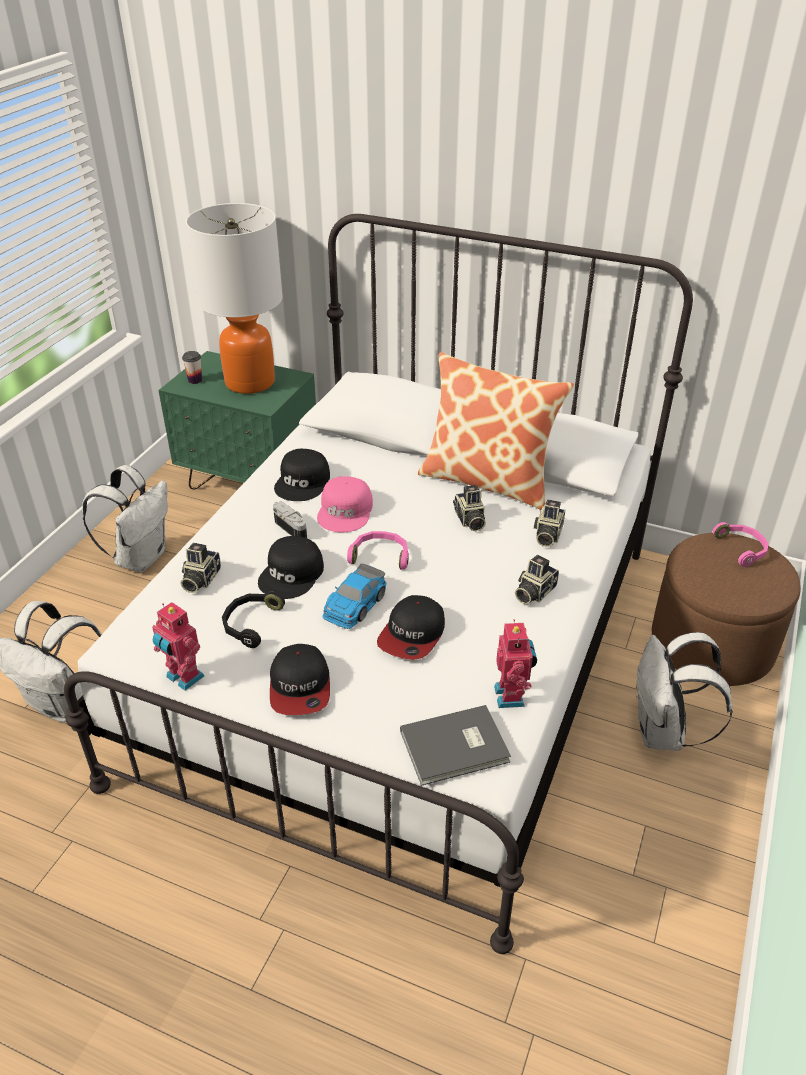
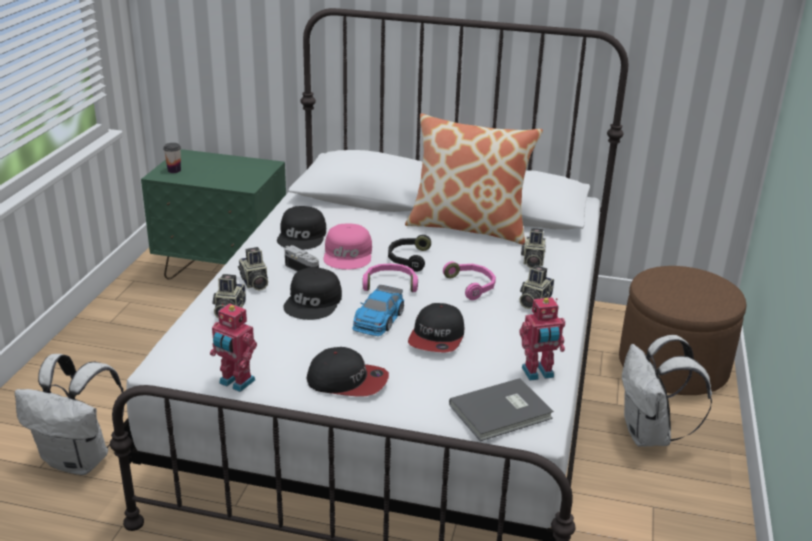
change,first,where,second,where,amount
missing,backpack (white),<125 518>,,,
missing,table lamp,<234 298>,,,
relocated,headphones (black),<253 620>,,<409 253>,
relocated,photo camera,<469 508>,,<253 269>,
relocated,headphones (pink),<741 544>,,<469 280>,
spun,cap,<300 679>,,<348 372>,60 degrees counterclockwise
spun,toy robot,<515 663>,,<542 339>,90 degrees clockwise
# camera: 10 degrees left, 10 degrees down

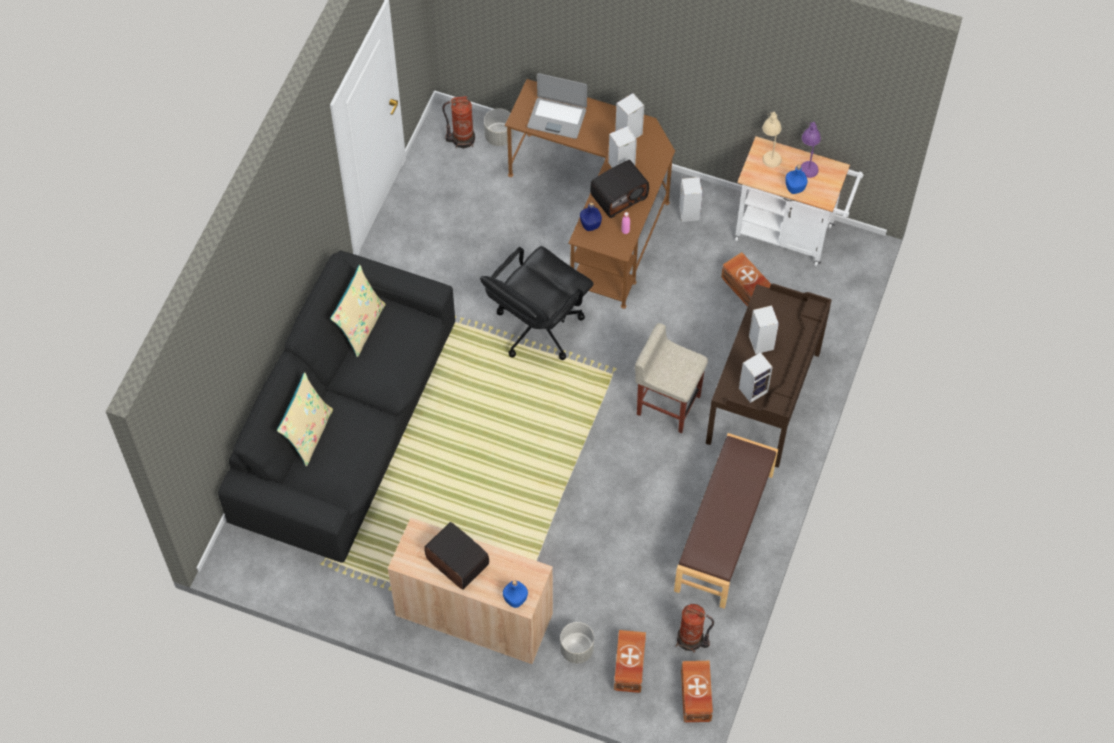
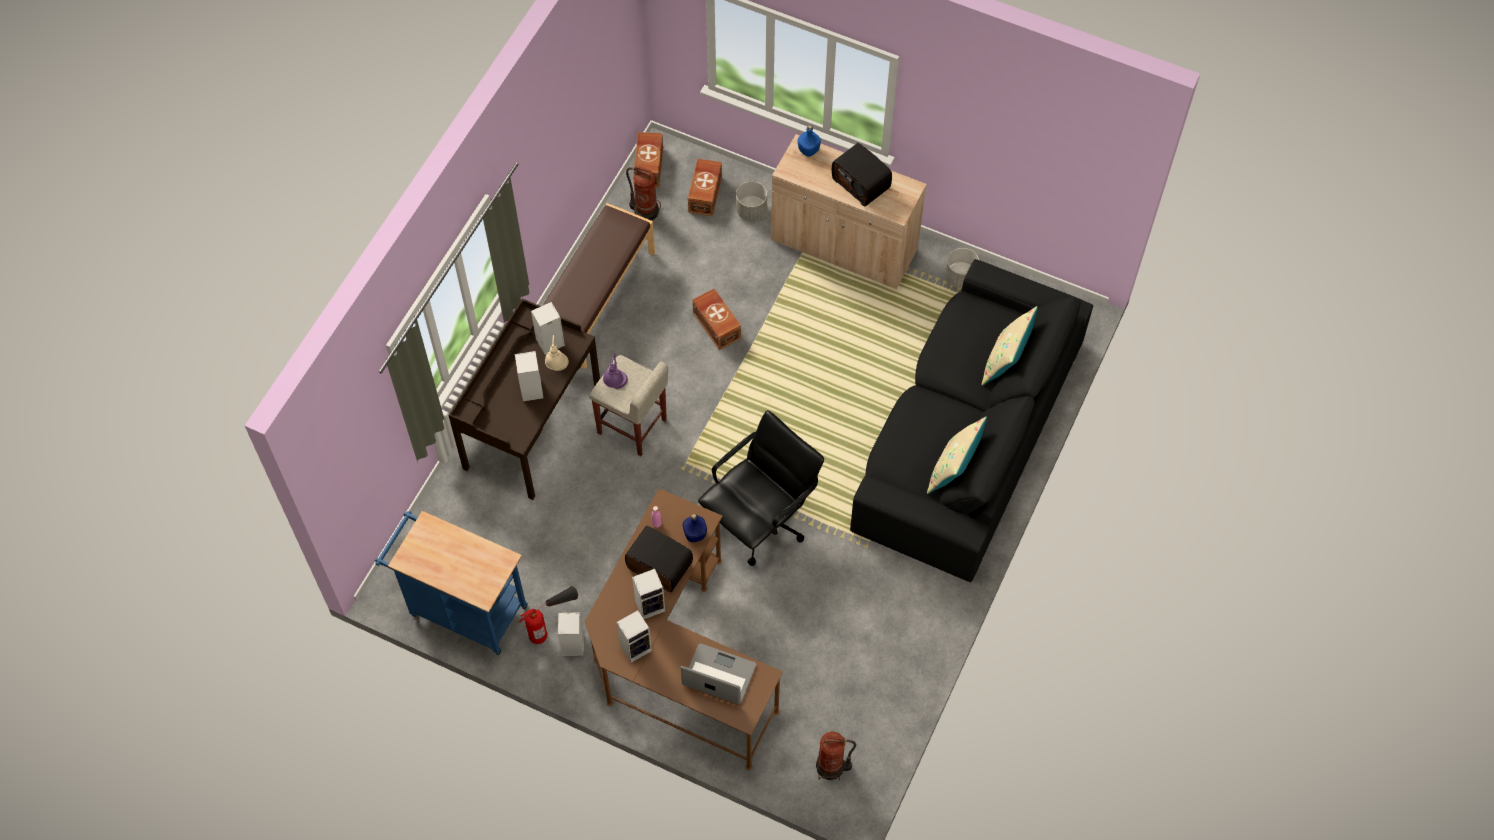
change,first,where,second,where,amount
missing,bottle (blue),<797 179>,,,
appeared,,,fire extinguisher,<548 615>,
relocated,planter (grey),<499 127>,,<962 268>,
relocated,storage box (brown),<746 279>,,<716 319>,
relocated,table lamp (beige),<772 140>,,<557 353>,
relocated,table lamp (purple),<811 150>,,<615 371>,
colour,cart (white),<799 201>,cart (blue),<451 583>,
spun,radio,<619 189>,,<659 559>,60 degrees clockwise
# camera: 175 degrees left, 0 degrees up

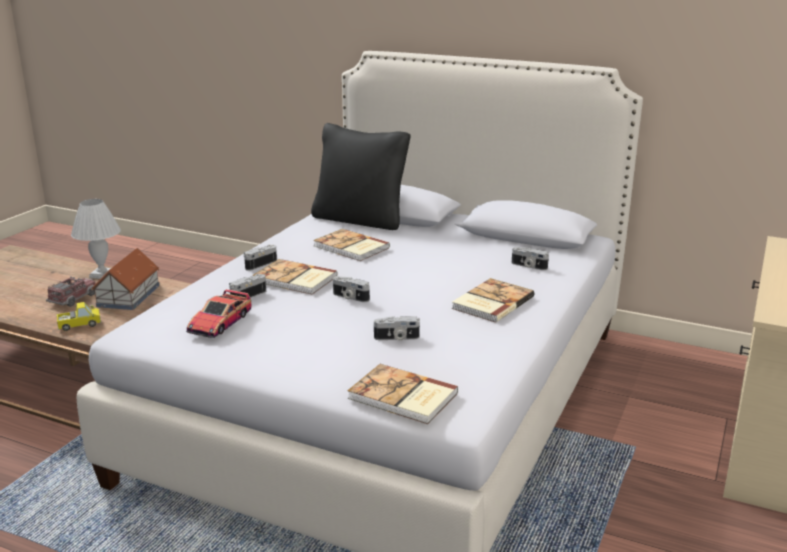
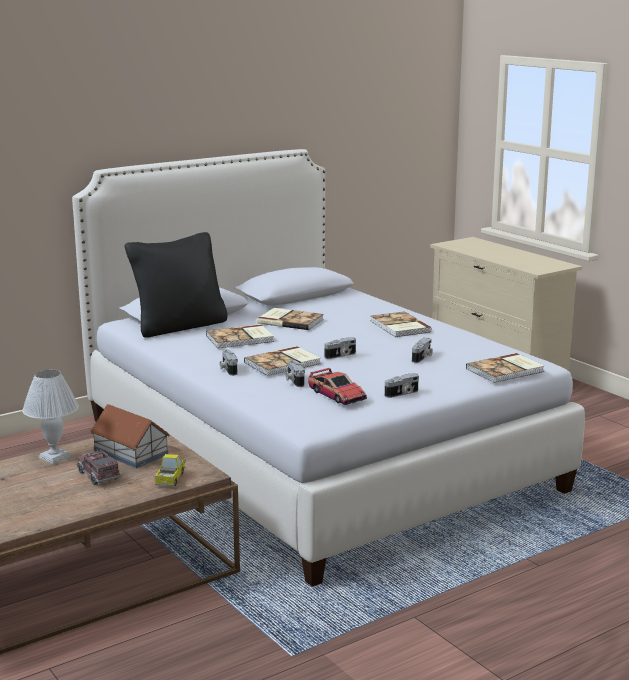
change,first,where,second,where,amount
appeared,,,book,<290 319>,
relocated,photo camera,<530 258>,,<402 385>,
# camera: 60 degrees left, 5 degrees down

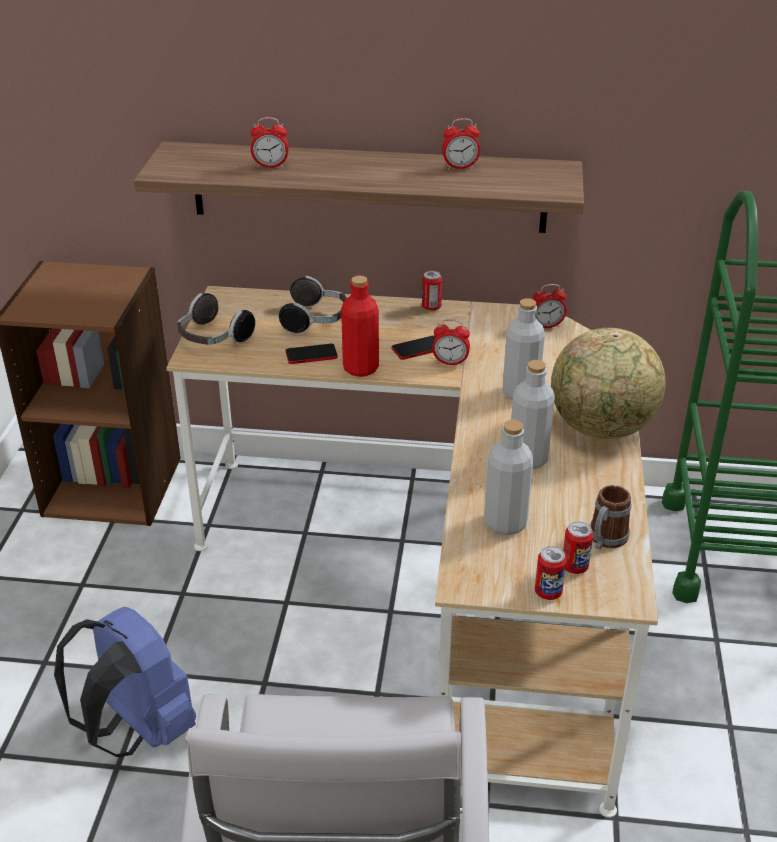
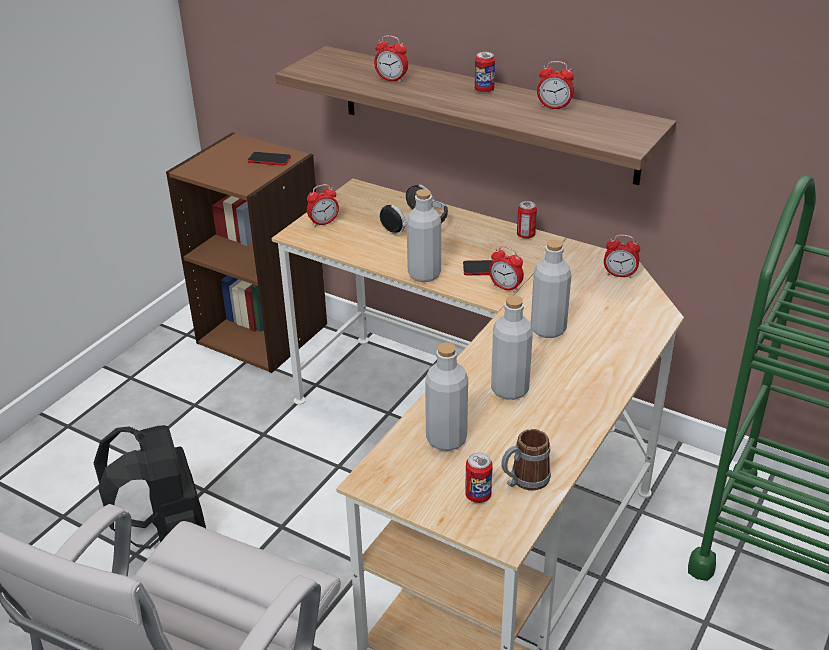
change,first,where,second,where,amount
missing,globe,<608 383>,,,
relocated,phone,<312 354>,,<269 159>,
relocated,can,<551 573>,,<485 72>,
exchanged,headphones,<216 319>,alarm clock,<323 205>,
colour,backpack (blue),<125 682>,backpack (black),<150 487>,
colour,bottle (red),<360 326>,bottle (grey),<423 235>,
# camera: 25 degrees right, 0 degrees up

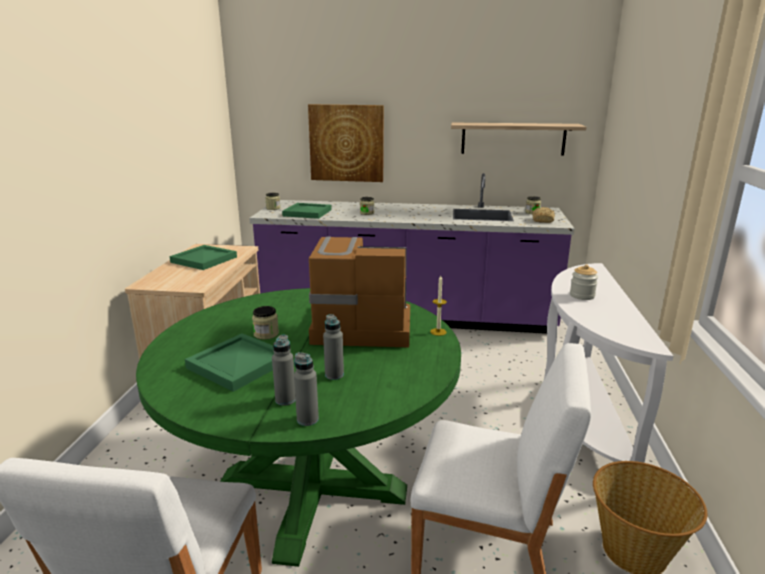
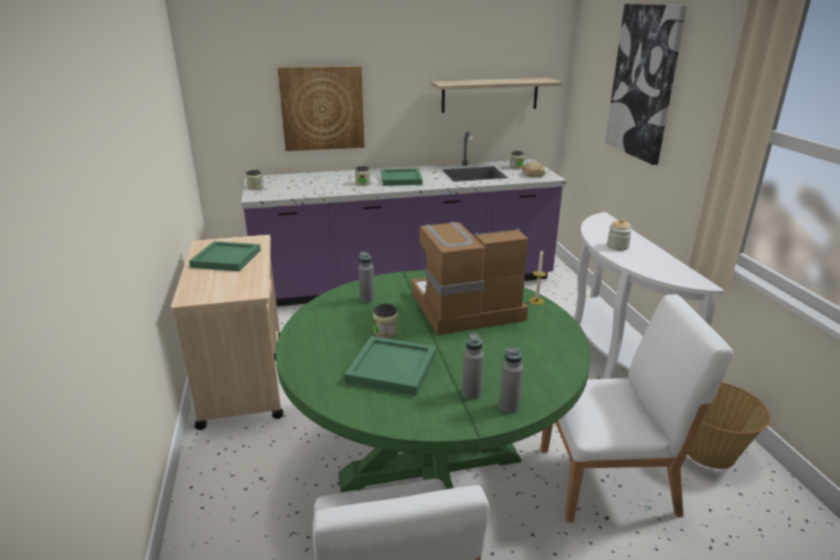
change,first,where,second,where,amount
appeared,,,picture,<646 84>,
relocated,tray (green),<307 211>,,<402 177>,
relocated,bottle (grey),<333 347>,,<366 277>,
# camera: 20 degrees left, 5 degrees up

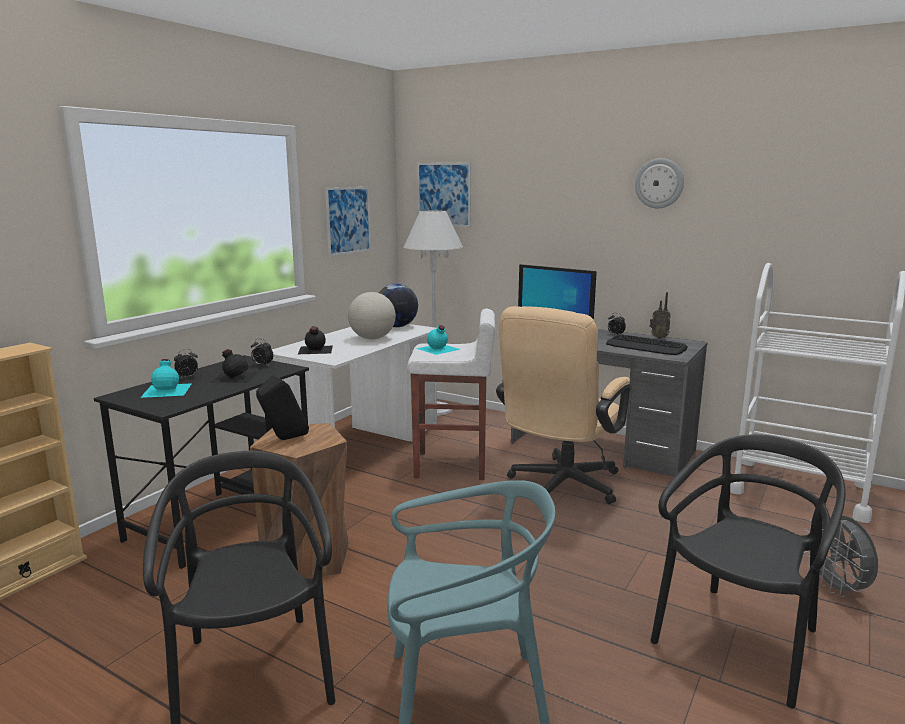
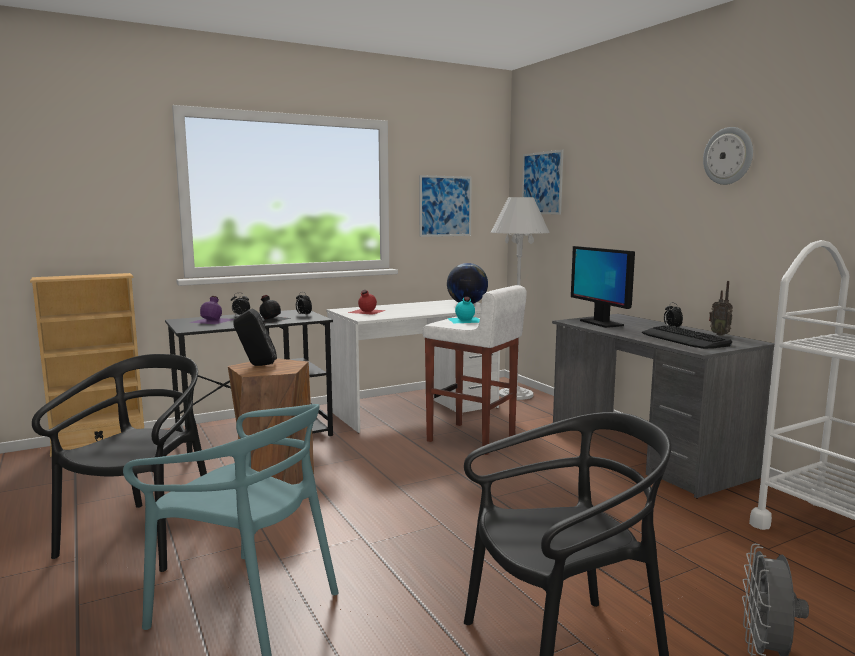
change,first,where,second,where,amount
missing,globe,<372 315>,,,
missing,office chair (beige),<563 405>,,,
colour,bottle (turquoise),<166 378>,bottle (purple),<211 310>,
colour,bottle (black),<315 340>,bottle (red),<367 302>,
# camera: 30 degrees right, 5 degrees down

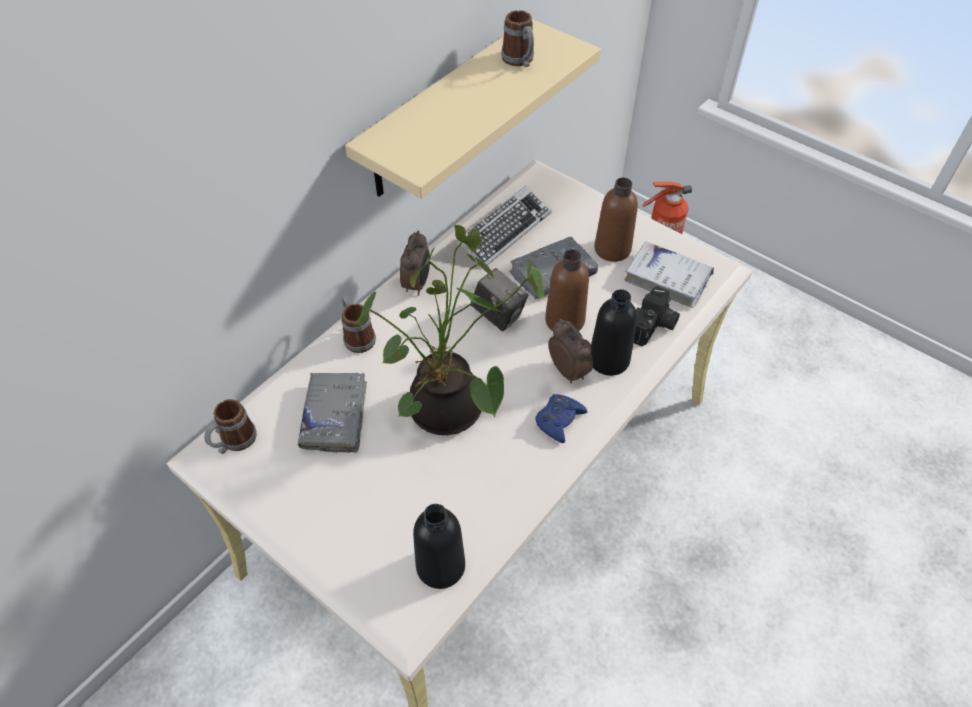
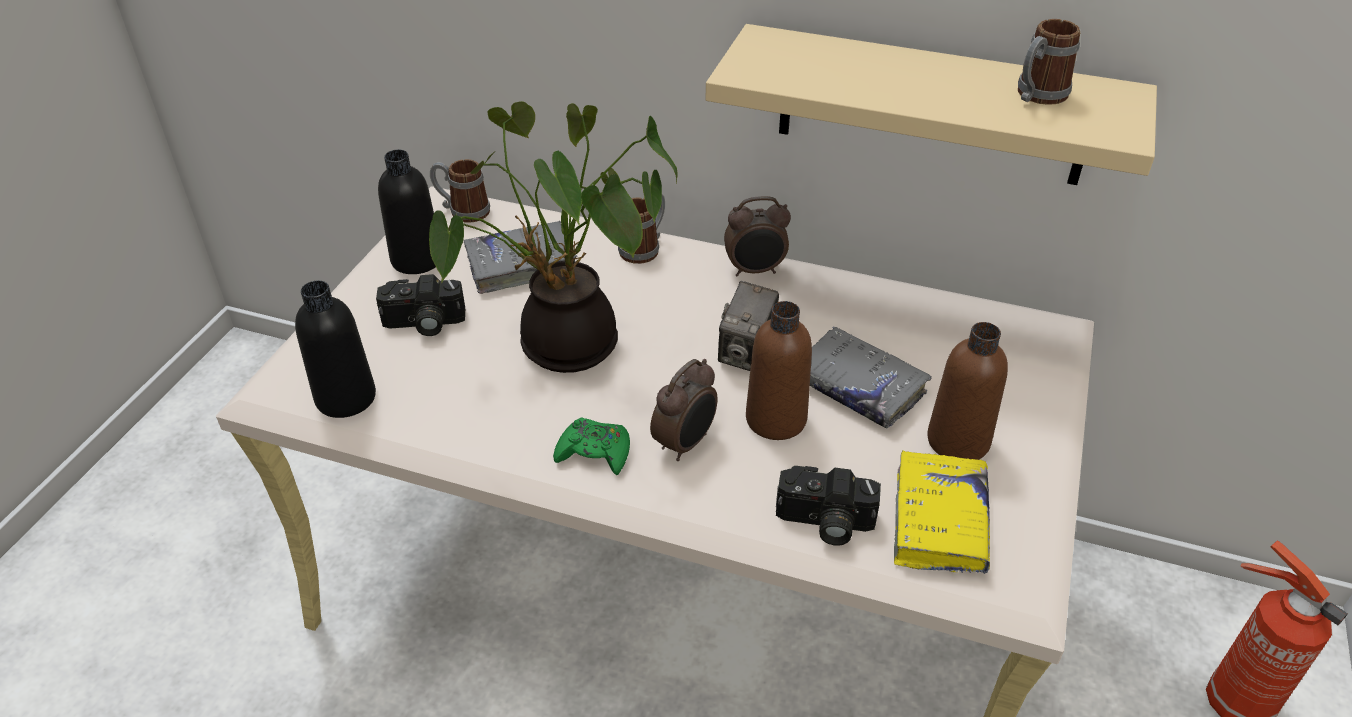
change,first,where,second,where,amount
missing,keyboard,<504 225>,,,
appeared,,,photo camera,<420 305>,
relocated,bottle (black),<614 332>,,<407 212>,
colour,game controller (blue),<561 418>,game controller (green),<591 446>,
colour,book (white),<669 274>,book (yellow),<942 512>,
# camera: 70 degrees right, 10 degrees down

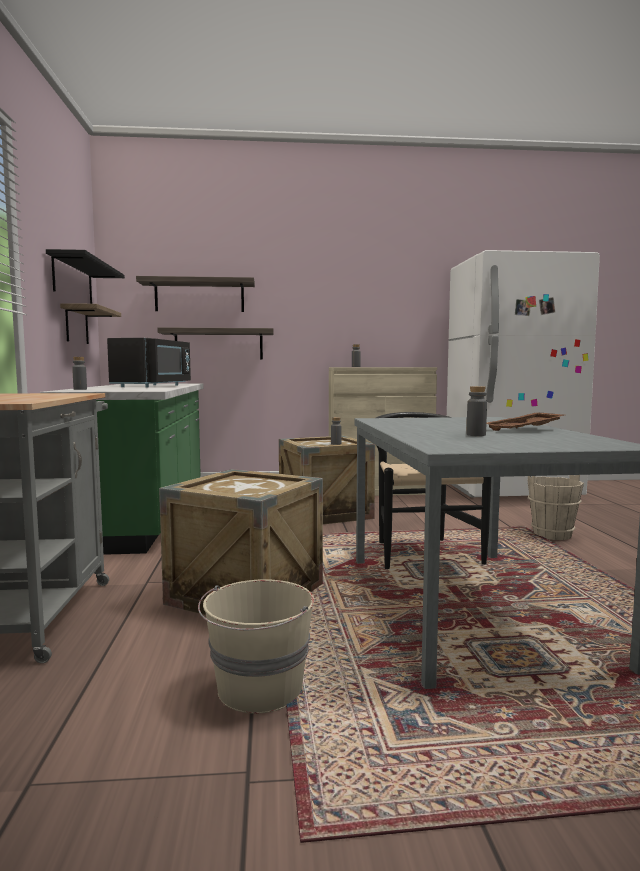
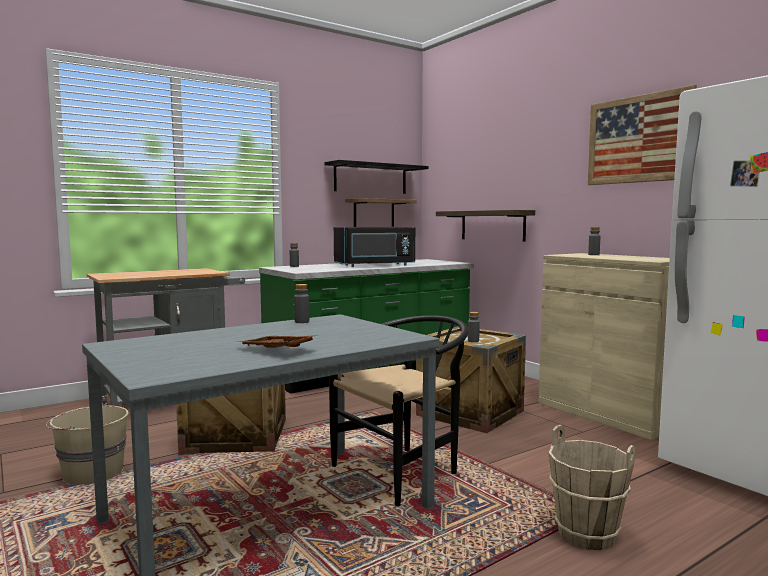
change,first,where,second,where,amount
missing,shelf,<195 294>,,,
appeared,,,picture,<642 135>,
relocated,bottle (grey),<477 411>,,<301 303>,
# camera: 60 degrees right, 0 degrees up

